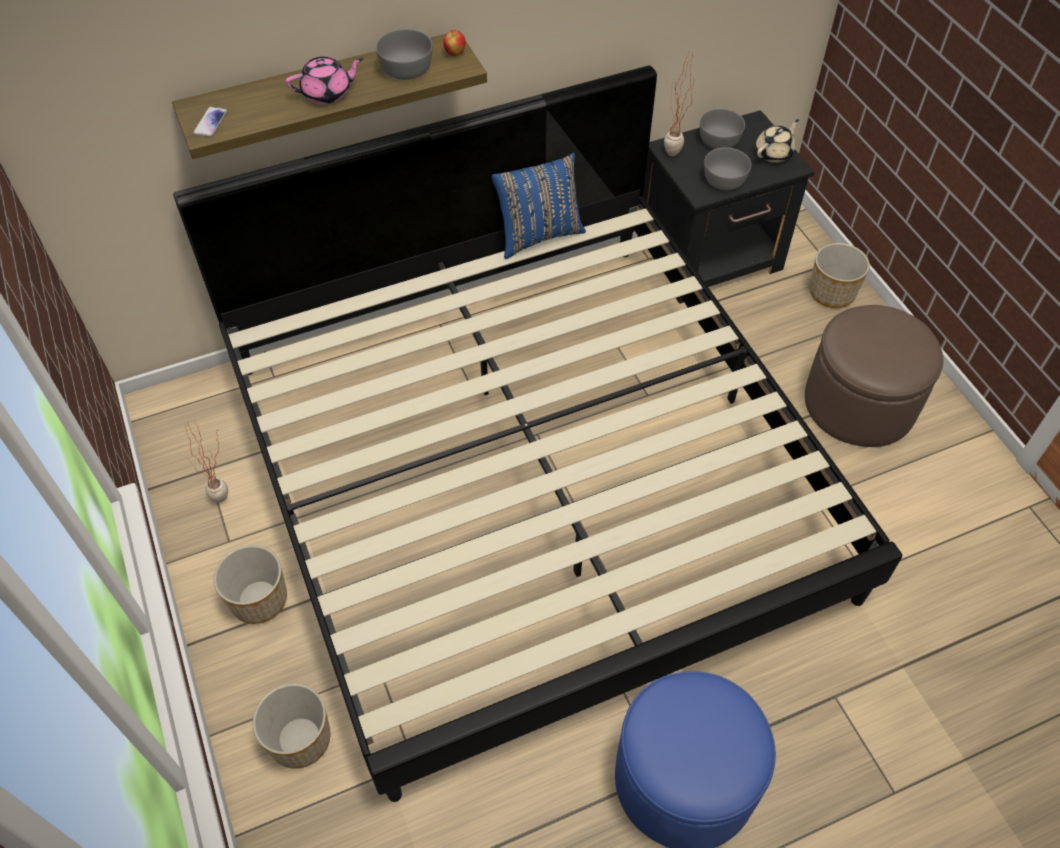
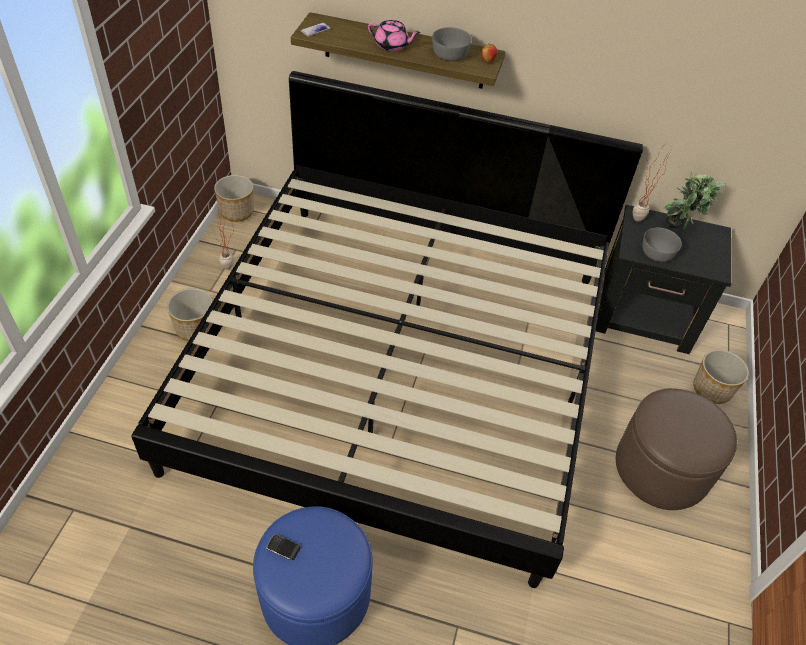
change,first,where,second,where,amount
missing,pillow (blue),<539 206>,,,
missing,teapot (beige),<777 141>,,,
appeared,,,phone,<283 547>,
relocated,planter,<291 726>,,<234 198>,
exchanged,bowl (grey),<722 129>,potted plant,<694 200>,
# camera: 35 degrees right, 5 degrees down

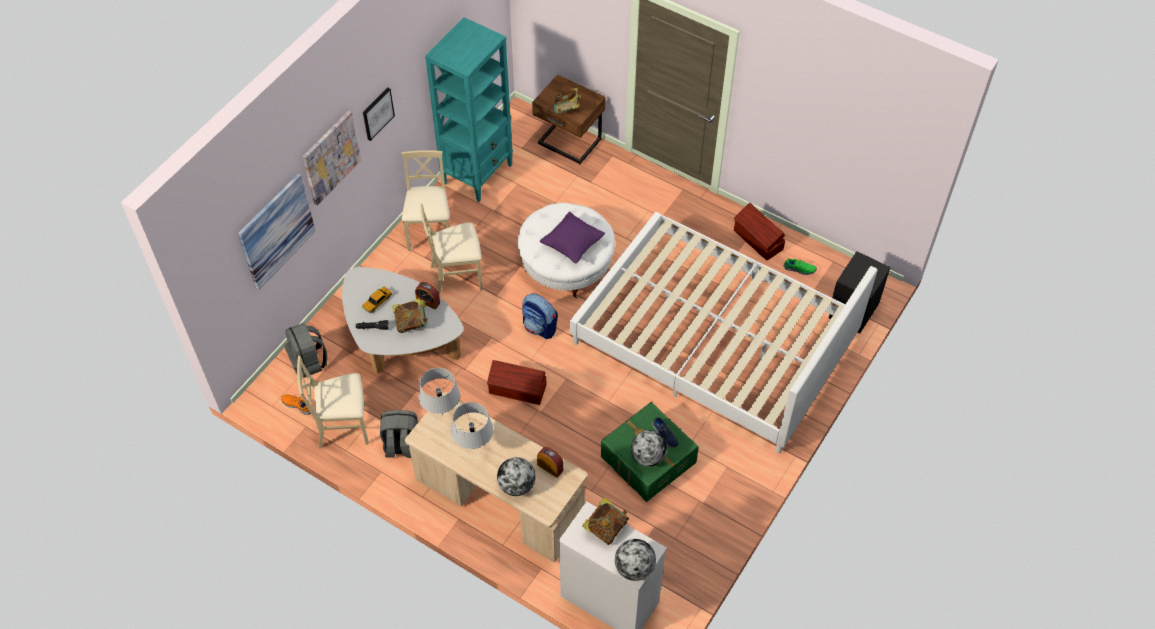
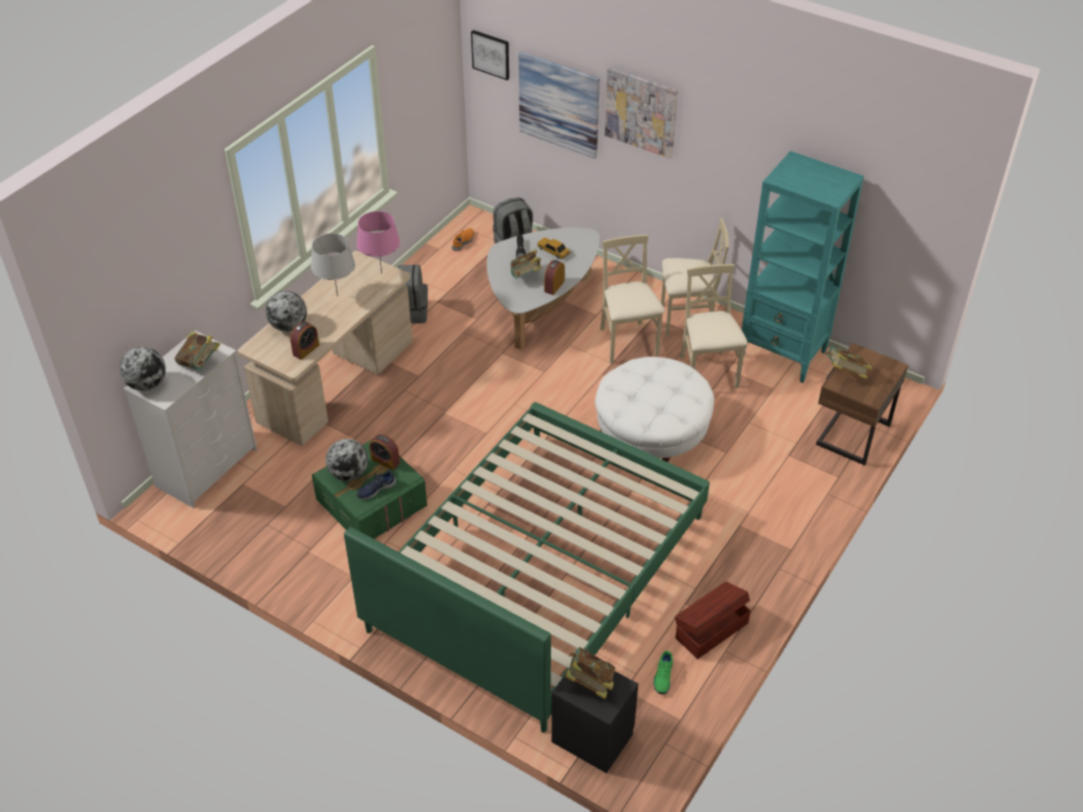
change,first,where,second,where,amount
missing,storage box (brown),<516 382>,,,
missing,backpack,<540 316>,,,
missing,pillow (purple),<572 237>,,,
appeared,,,alarm clock,<384 452>,
appeared,,,book,<590 673>,
relocated,chair (beige),<333 402>,,<714 326>,
relocated,picture,<379 114>,,<490 55>,
colour,table lamp (grey),<439 391>,table lamp (pink),<378 242>,
colour,bed (white),<724 332>,bed (green),<527 567>,
# camera: 90 degrees right, 10 degrees down

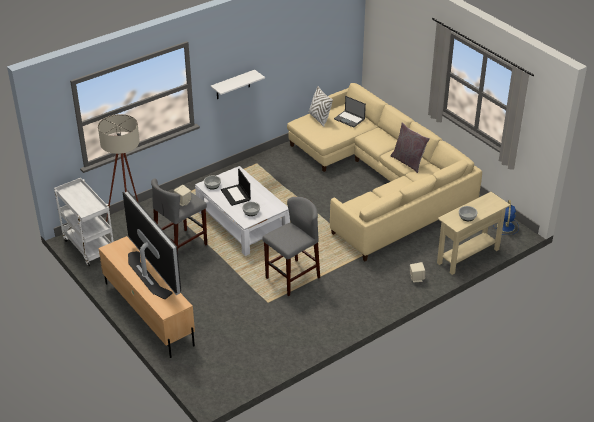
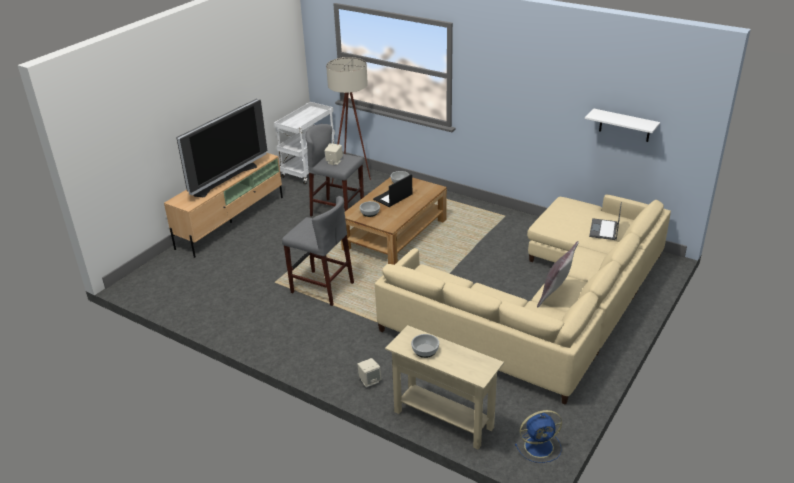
change,first,where,second,where,amount
missing,pillow (white),<320 106>,,,
relocated,shelf (white),<238 84>,,<622 125>,
colour,coffee table (white),<242 211>,coffee table (brown),<394 221>,
# camera: 70 degrees right, 5 degrees down

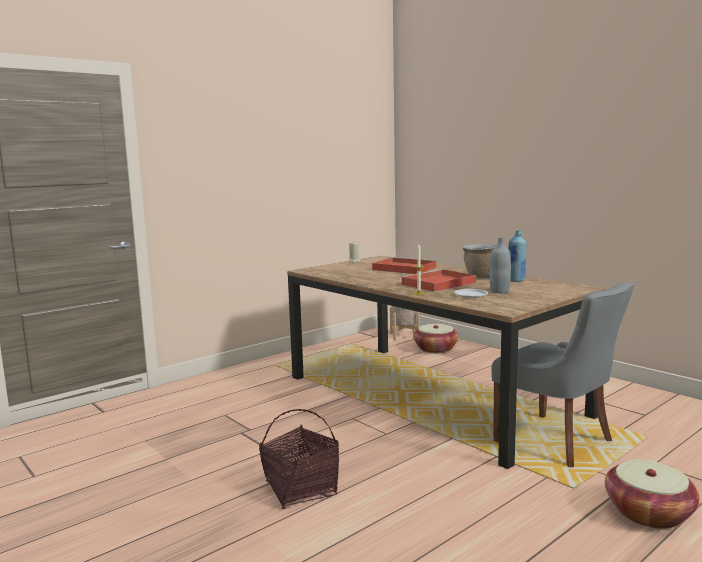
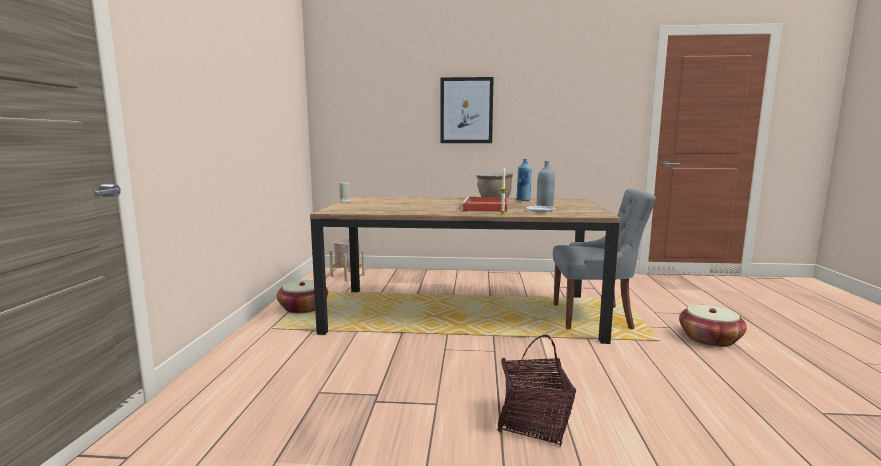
change,first,where,second,where,amount
missing,tray (red),<404 265>,,,
appeared,,,picture,<467 110>,
relocated,basket,<436 338>,,<302 297>,
# camera: 45 degrees left, 0 degrees up

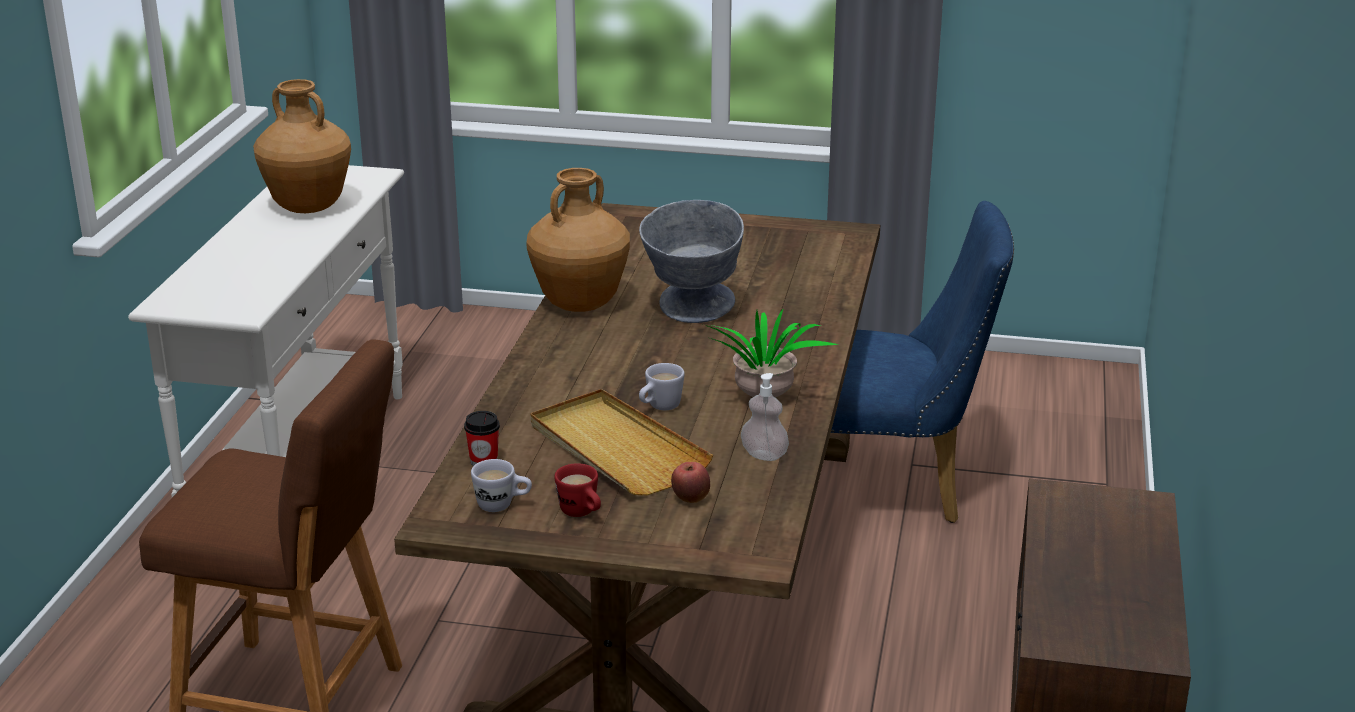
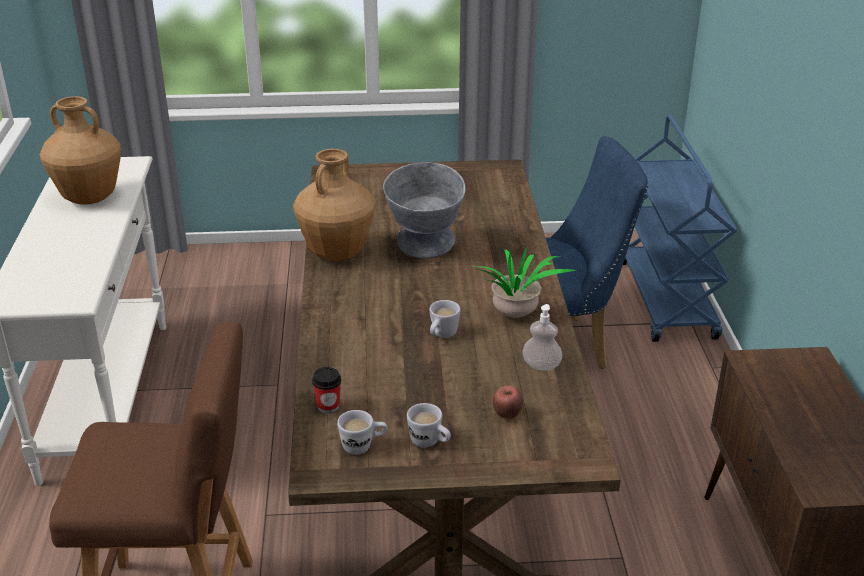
change,first,where,second,where,amount
missing,tray (beige),<621 442>,,,
appeared,,,cart (blue),<680 228>,
colour,mug (red),<577 490>,mug (white),<429 425>,
# camera: 15 degrees left, 5 degrees up

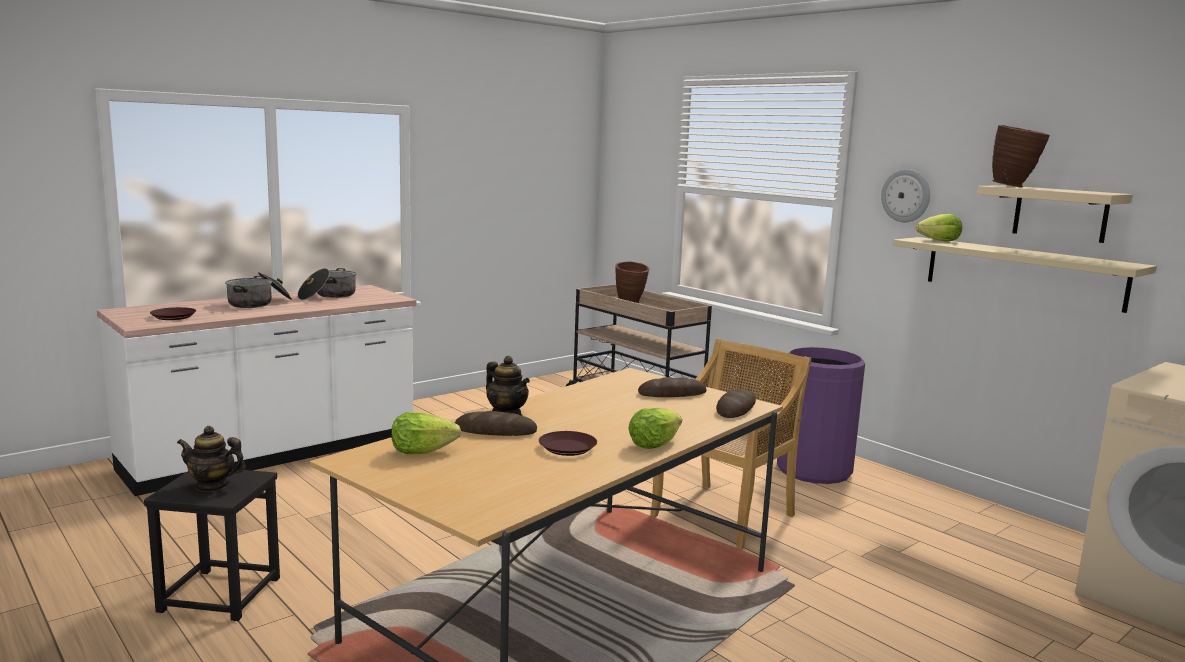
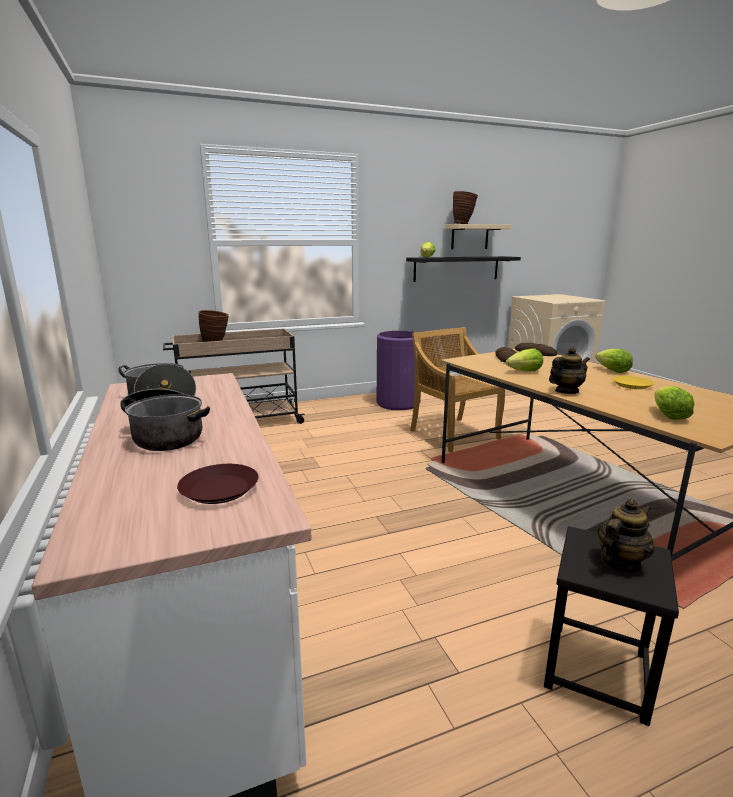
change,first,where,second,where,amount
missing,bread,<496 423>,,,
missing,wall clock,<905 195>,,,
appeared,,,lettuce,<524 360>,
colour,plate (brown),<568 443>,plate (yellow),<633 382>,
colour,shelf (beige),<1025 275>,shelf (black),<463 269>,
spun,teapot,<211 459>,,<626 535>,150 degrees counterclockwise
# camera: 70 degrees left, 5 degrees up

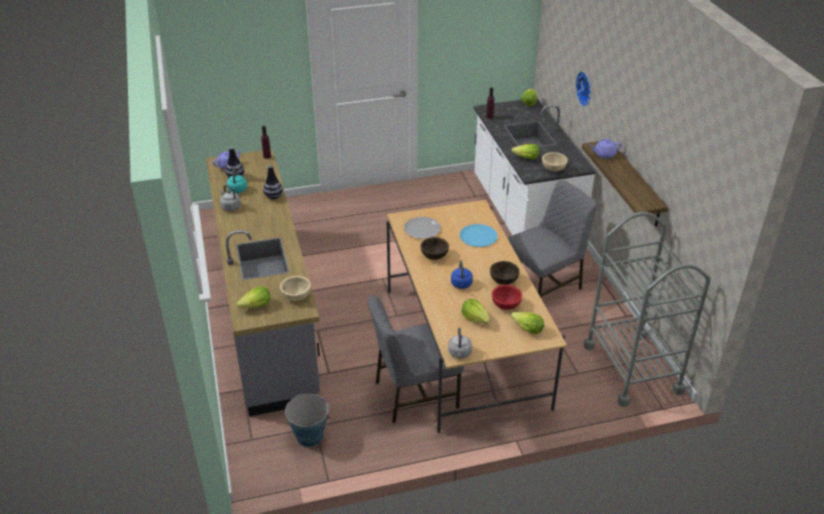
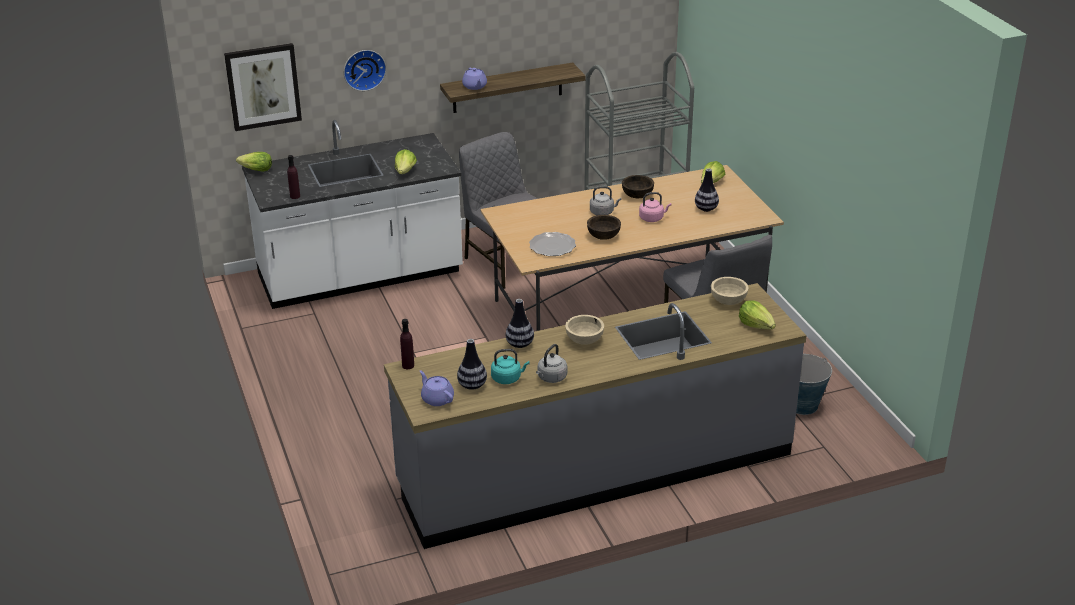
change,first,where,second,where,amount
missing,plate (blue),<479 235>,,,
missing,bowl (red),<507 297>,,,
appeared,,,picture,<263 87>,
relocated,kettle (grey),<460 343>,,<605 200>,
relocated,bowl (beige),<555 161>,,<584 330>,
exchanged,lettuce,<475 311>,vase,<707 190>,
colour,kettle (blue),<462 274>,kettle (pink),<655 207>,
# camera: 95 degrees left, 5 degrees down

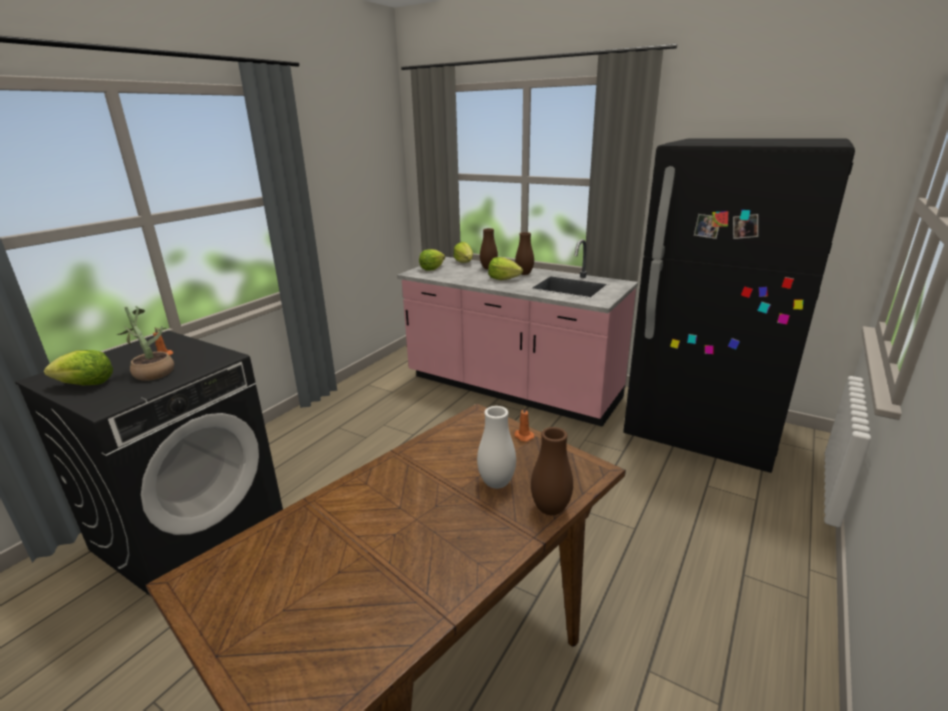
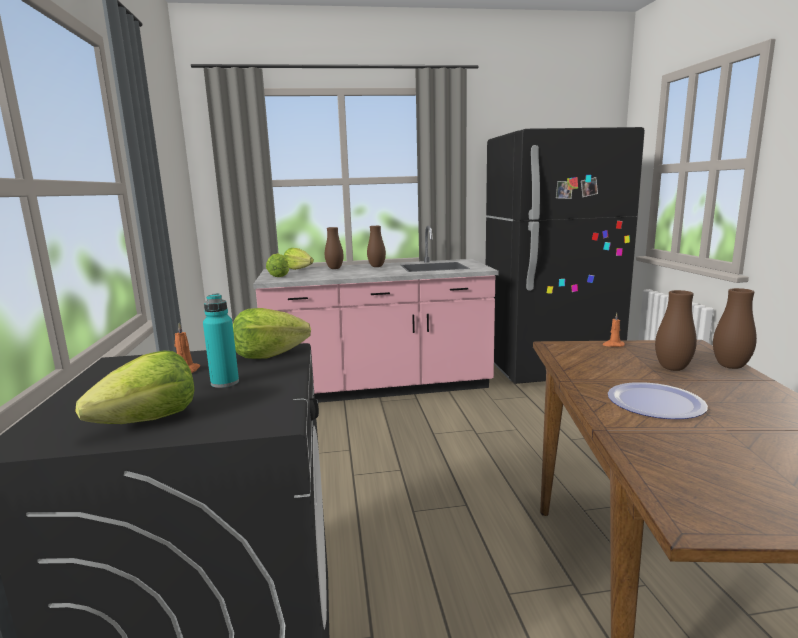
change,first,where,second,where,amount
appeared,,,plate,<658 400>,
relocated,lettuce,<505 268>,,<272 333>,
exchanged,potted plant,<145 343>,bottle (turquoise),<221 340>,
colour,vase (white),<496 447>,vase (brown),<676 330>,
# camera: 40 degrees left, 10 degrees down

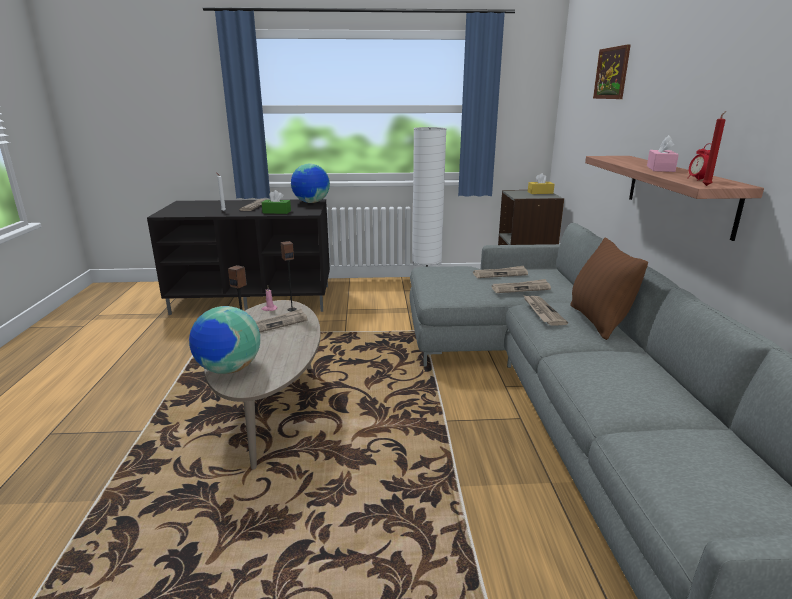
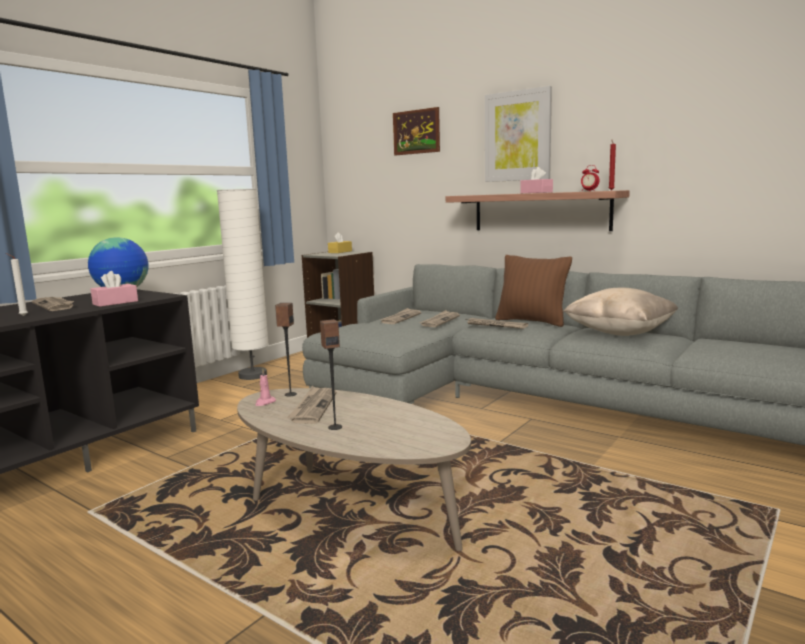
change,first,where,second,where,amount
missing,globe,<224 340>,,,
appeared,,,picture,<518 134>,
appeared,,,pillow (beige),<620 311>,
colour,tissue box (green),<276 202>,tissue box (pink),<114 289>,
# camera: 50 degrees left, 10 degrees down

